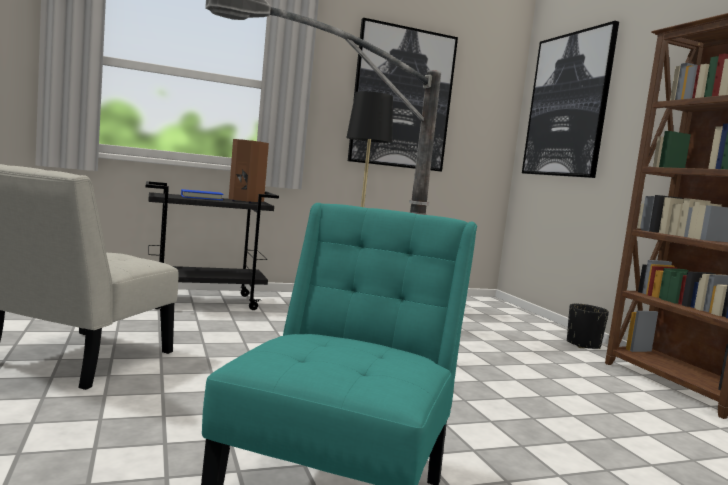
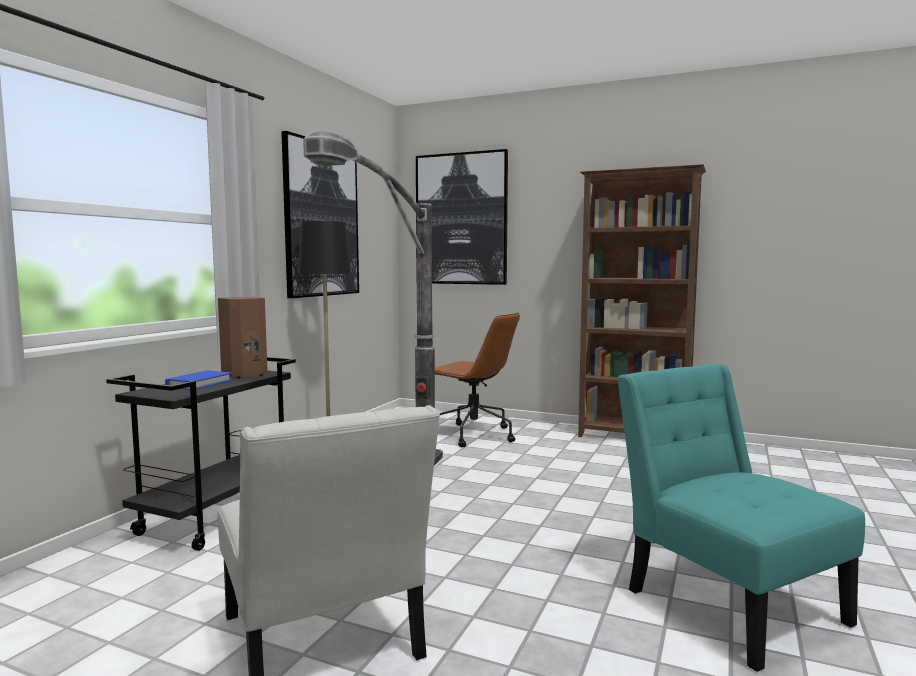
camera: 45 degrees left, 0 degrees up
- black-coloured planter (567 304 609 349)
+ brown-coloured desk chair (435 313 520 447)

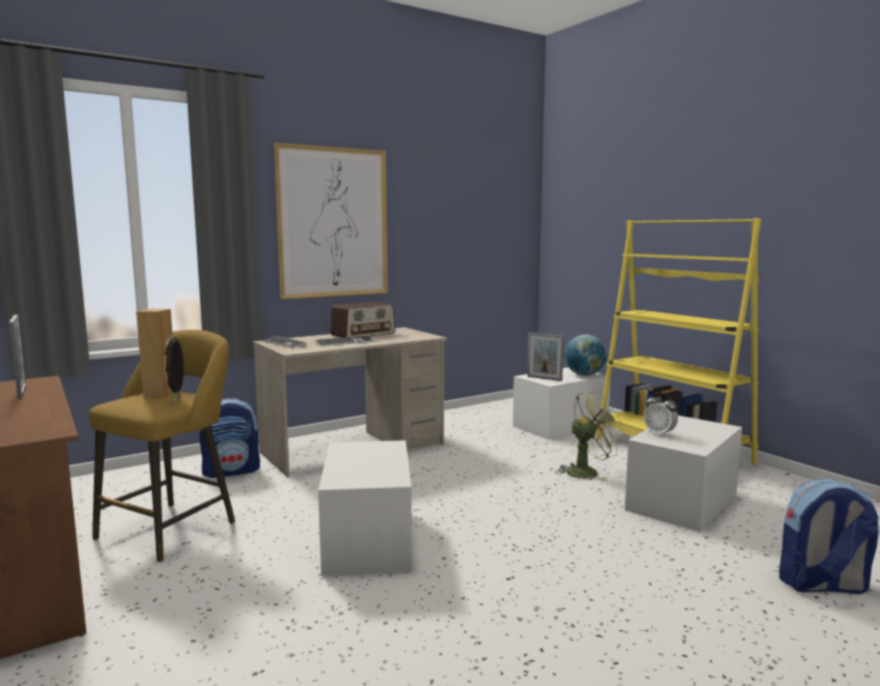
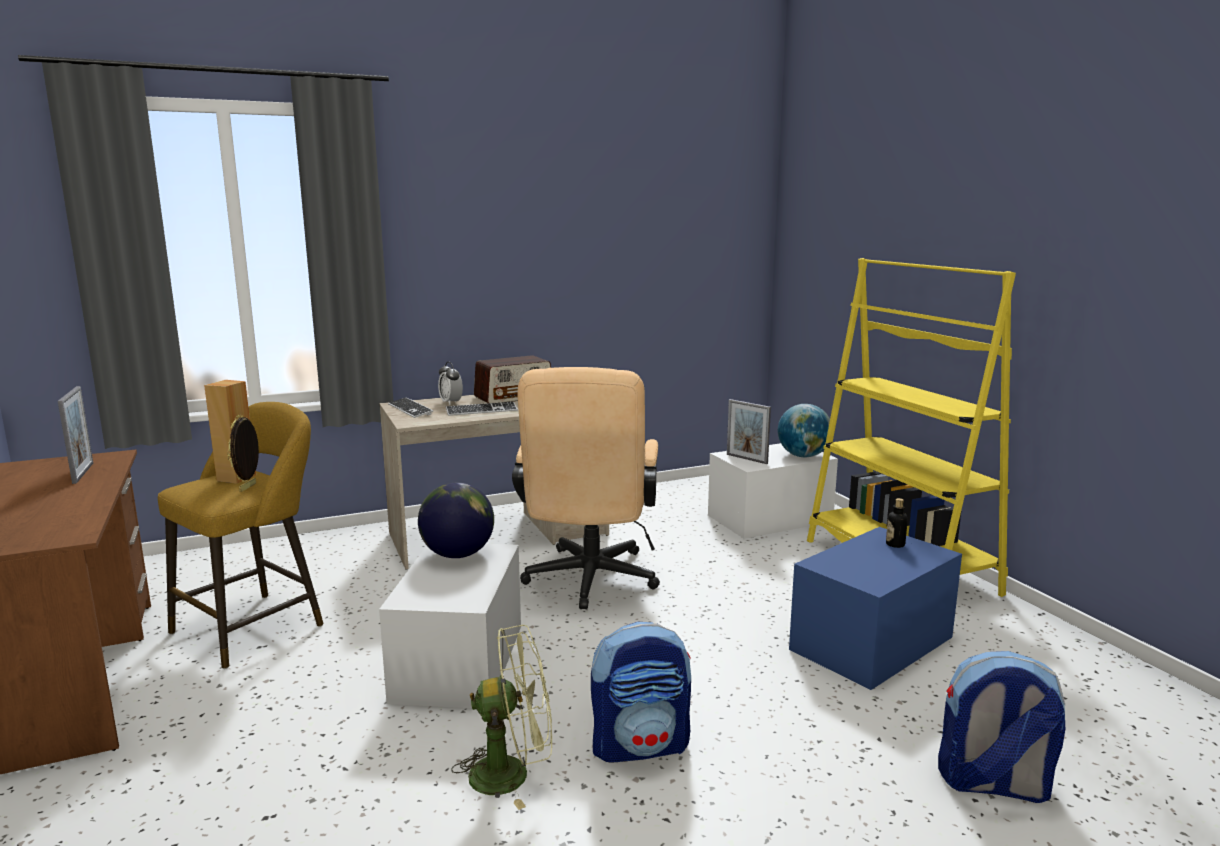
camera: 10 degrees right, 5 degrees up
~ backpack (199 398 260 478) to (591 622 691 763)
- picture (274 143 388 299)
~ green fan (555 390 623 482) to (451 625 552 810)
~ white storage bin (625 415 742 532) to blue-coloured storage bin (789 527 962 690)
~ alarm clock (644 393 678 437) to (438 362 463 405)
+ world globe (418 483 494 558)
+ beige desk chair (512 367 660 610)
+ drink bottle (886 498 908 548)

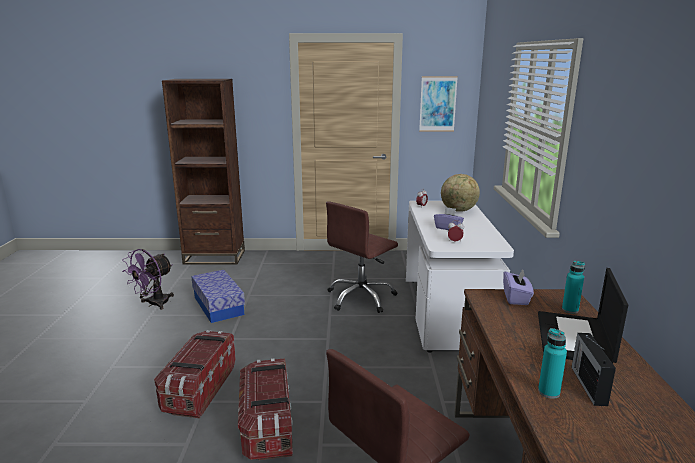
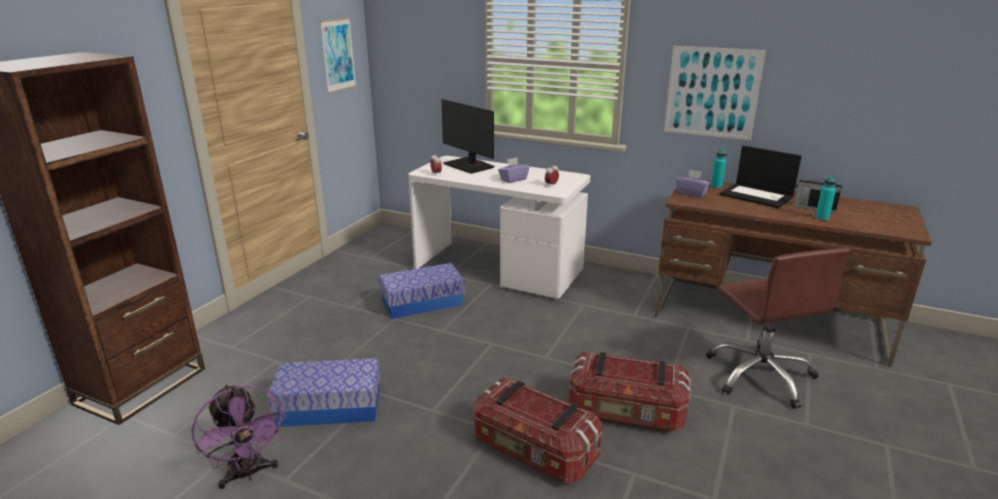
camera: 65 degrees left, 5 degrees up
~ brown-coloured desk chair (326 201 398 313) to storage bin (379 263 465 319)
~ world globe (441 174 480 212) to computer display (441 99 495 174)
+ picture (664 46 766 140)

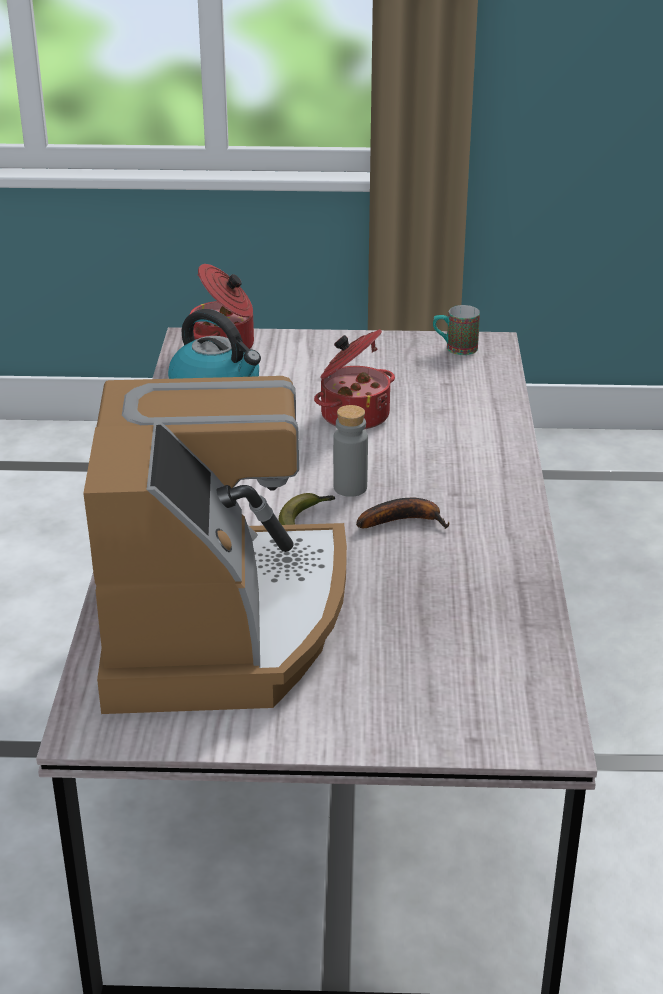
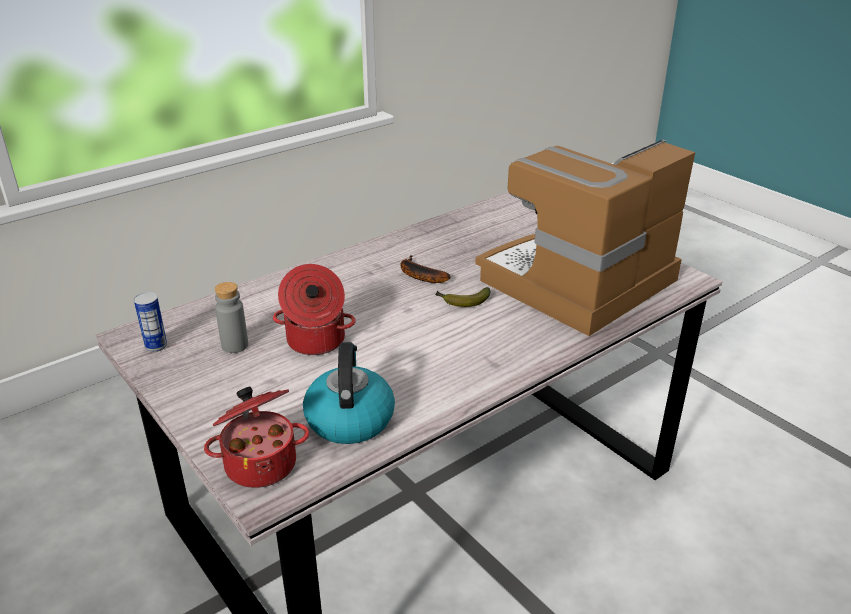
camera: 130 degrees left, 0 degrees up
~ greyish drink bottle (333 405 368 497) to (215 282 248 353)
~ mug (433 305 480 355) to metal can (134 292 167 352)

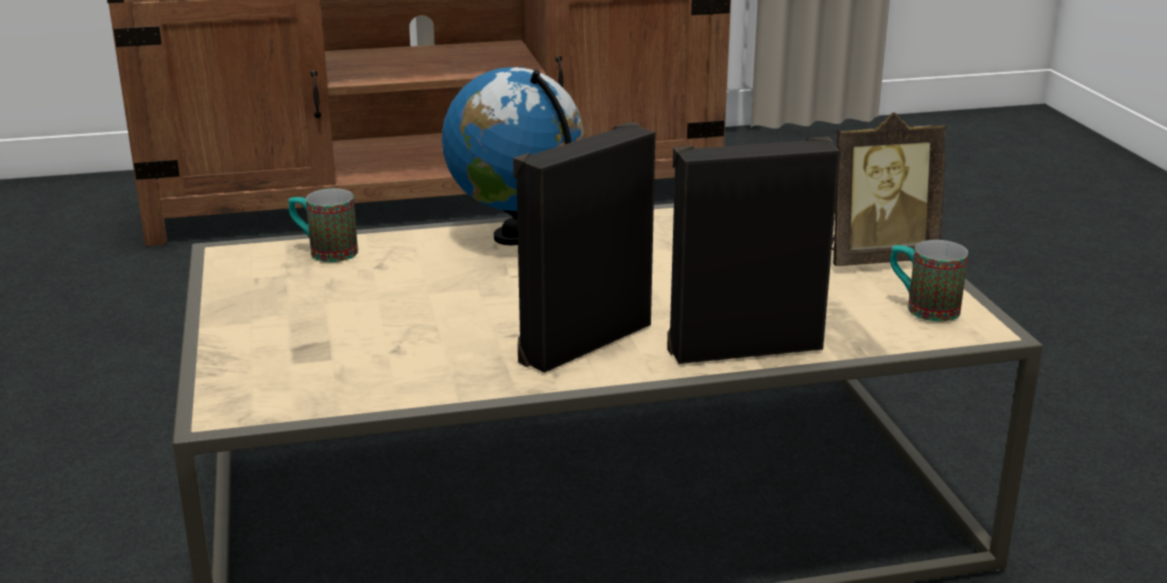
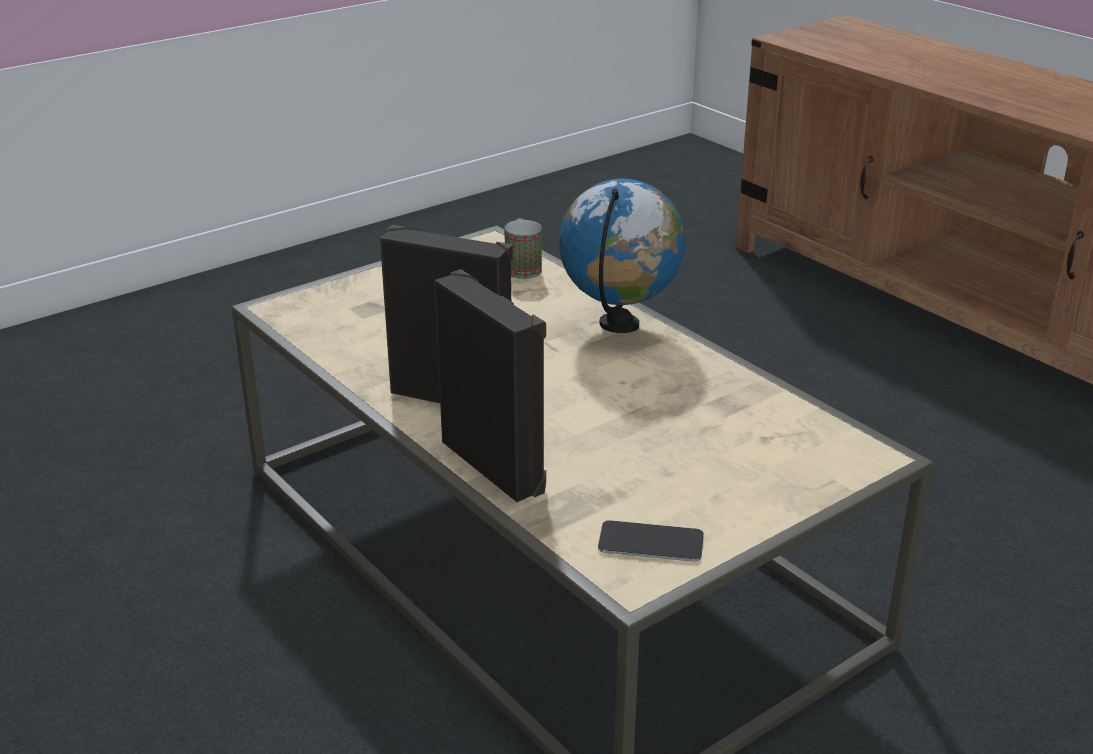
camera: 65 degrees right, 5 degrees up
- photo frame (832 112 946 266)
~ mug (890 240 968 322) to handset (598 520 704 562)

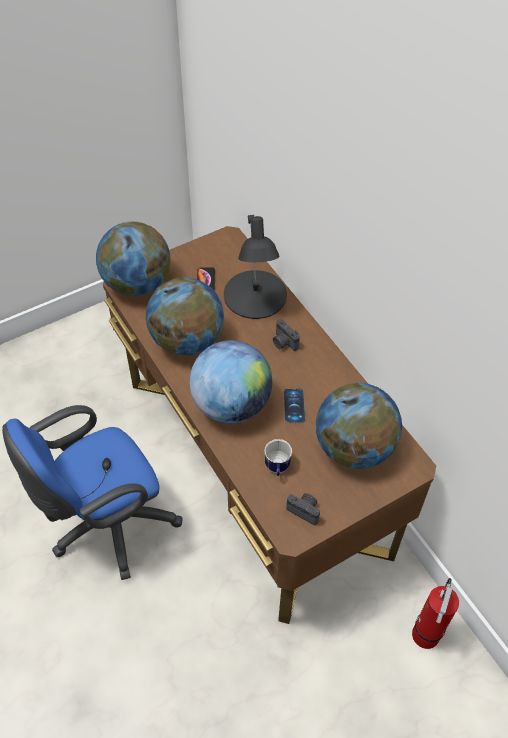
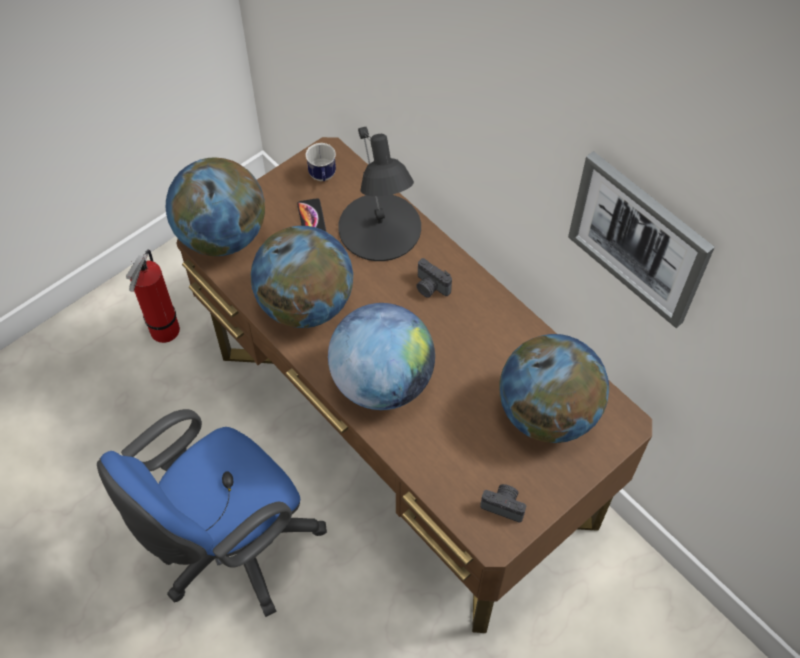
camera: 10 degrees left, 5 degrees up
~ mug (265 439 292 476) to (306 143 336 181)
- handset (284 389 305 423)
~ fire extinguisher (412 578 459 649) to (126 249 180 343)
+ picture (568 151 715 328)

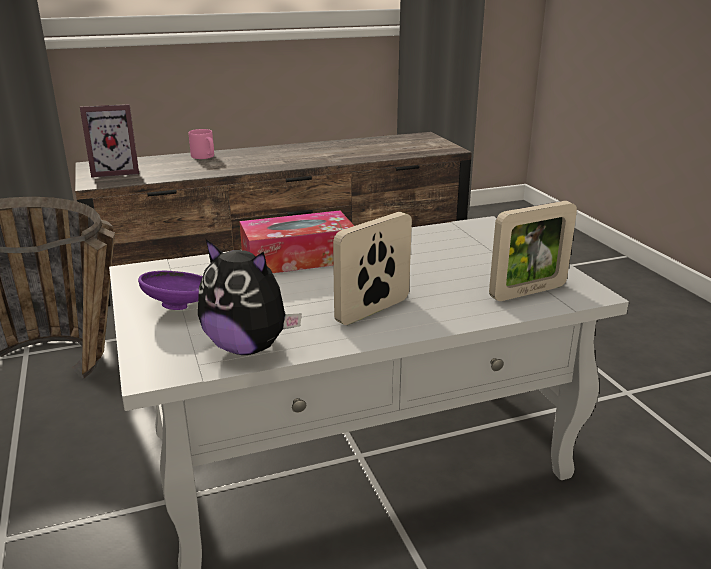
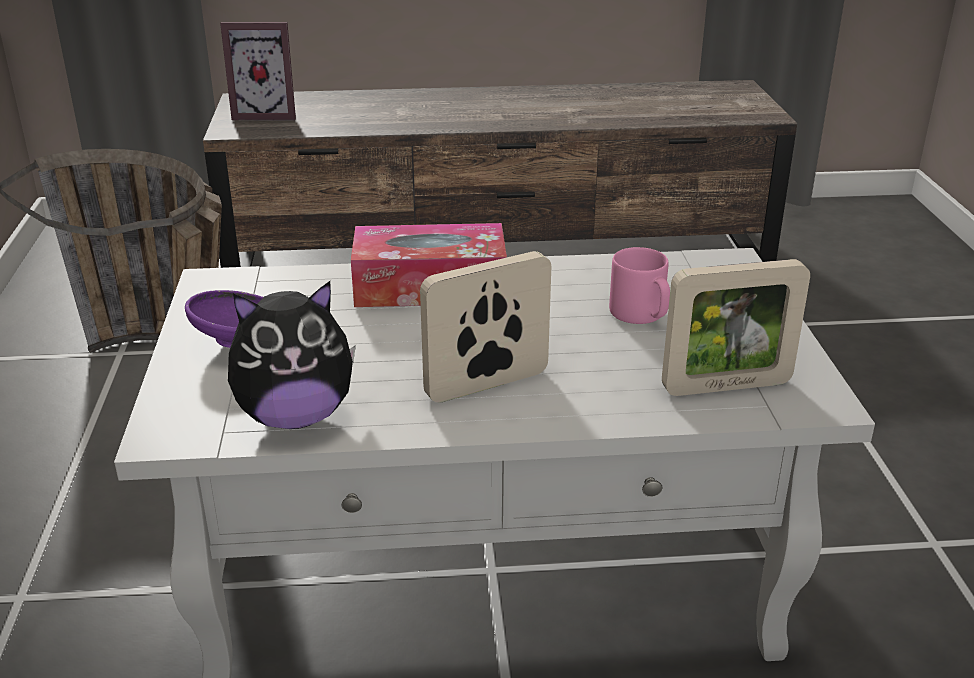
camera: 15 degrees right, 5 degrees up
~ pinkish mug (189 129 214 159) to (609 247 670 324)
~ soft toy (198 239 302 355) = (228 281 356 429) 60 degrees counterclockwise

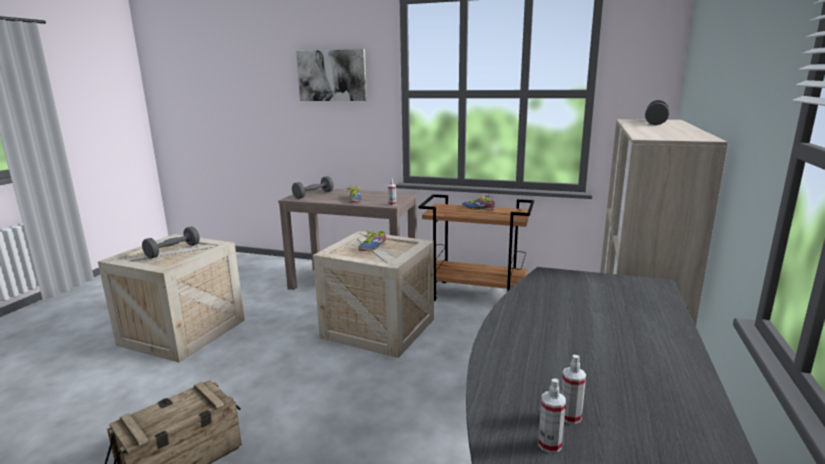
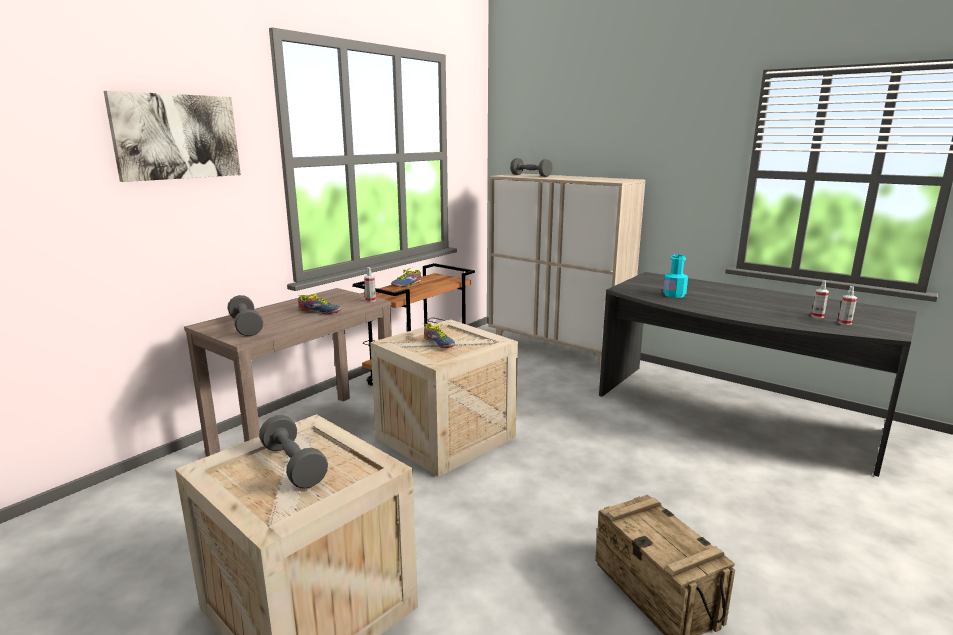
camera: 70 degrees left, 0 degrees up
+ blue-green drink bottle (663 254 688 298)

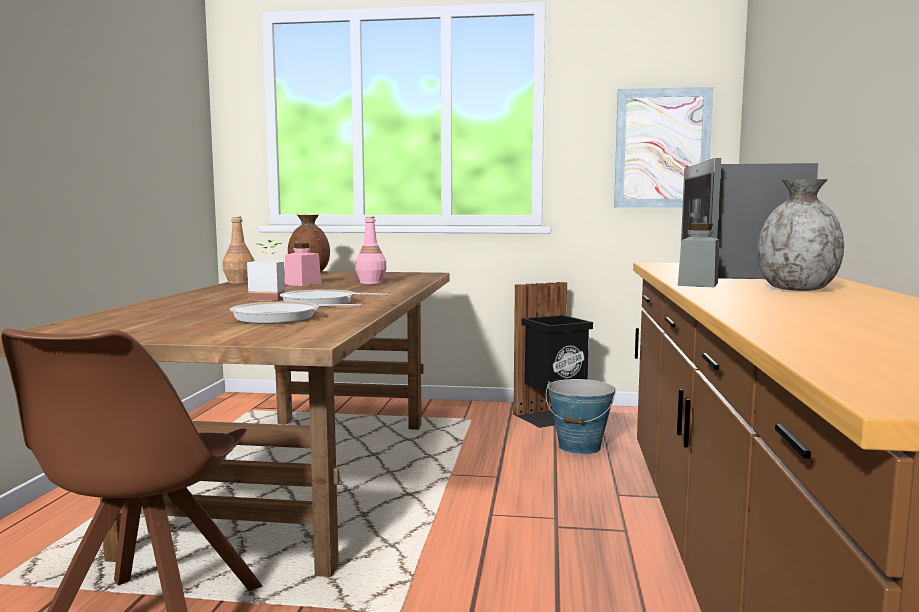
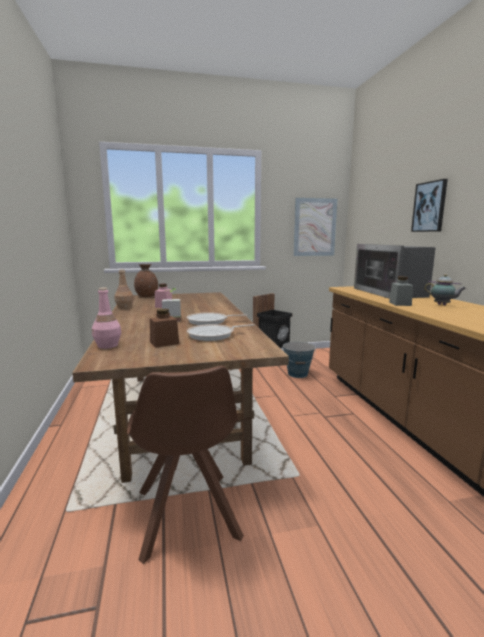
camera: 20 degrees left, 5 degrees up
~ pinkish drink bottle (355 216 387 284) to (92 287 121 349)
~ greyish vase (757 179 844 291) to tea pot (425 274 466 305)
+ brown-coloured jar (150 309 179 348)
+ picture (411 179 448 232)

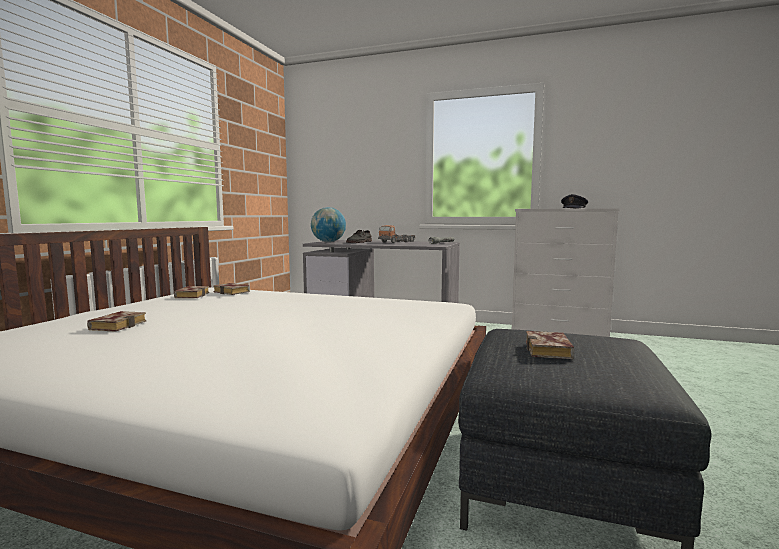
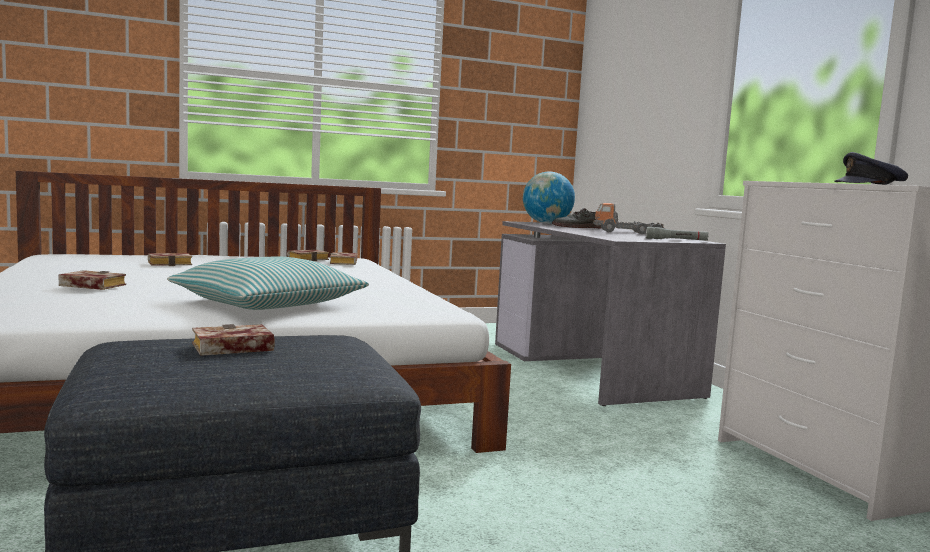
camera: 50 degrees right, 0 degrees up
+ volume (59 270 126 290)
+ pillow (167 256 369 310)

